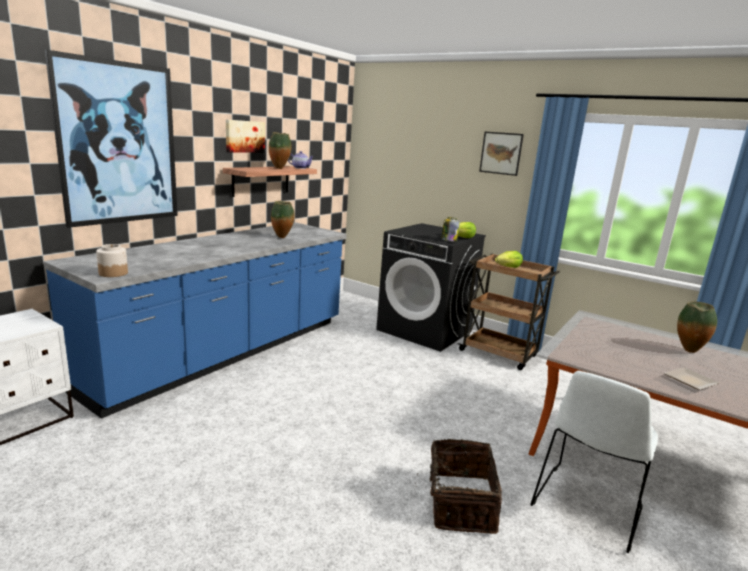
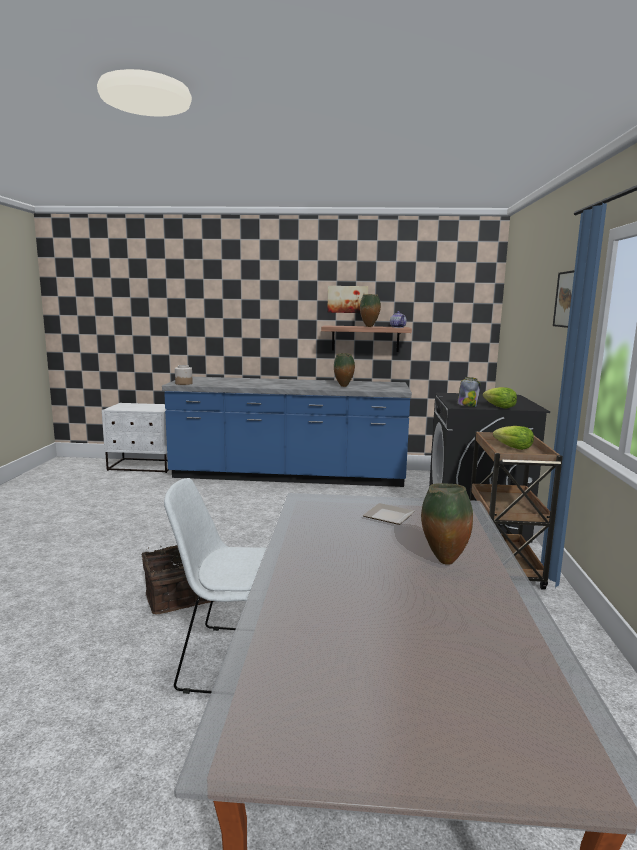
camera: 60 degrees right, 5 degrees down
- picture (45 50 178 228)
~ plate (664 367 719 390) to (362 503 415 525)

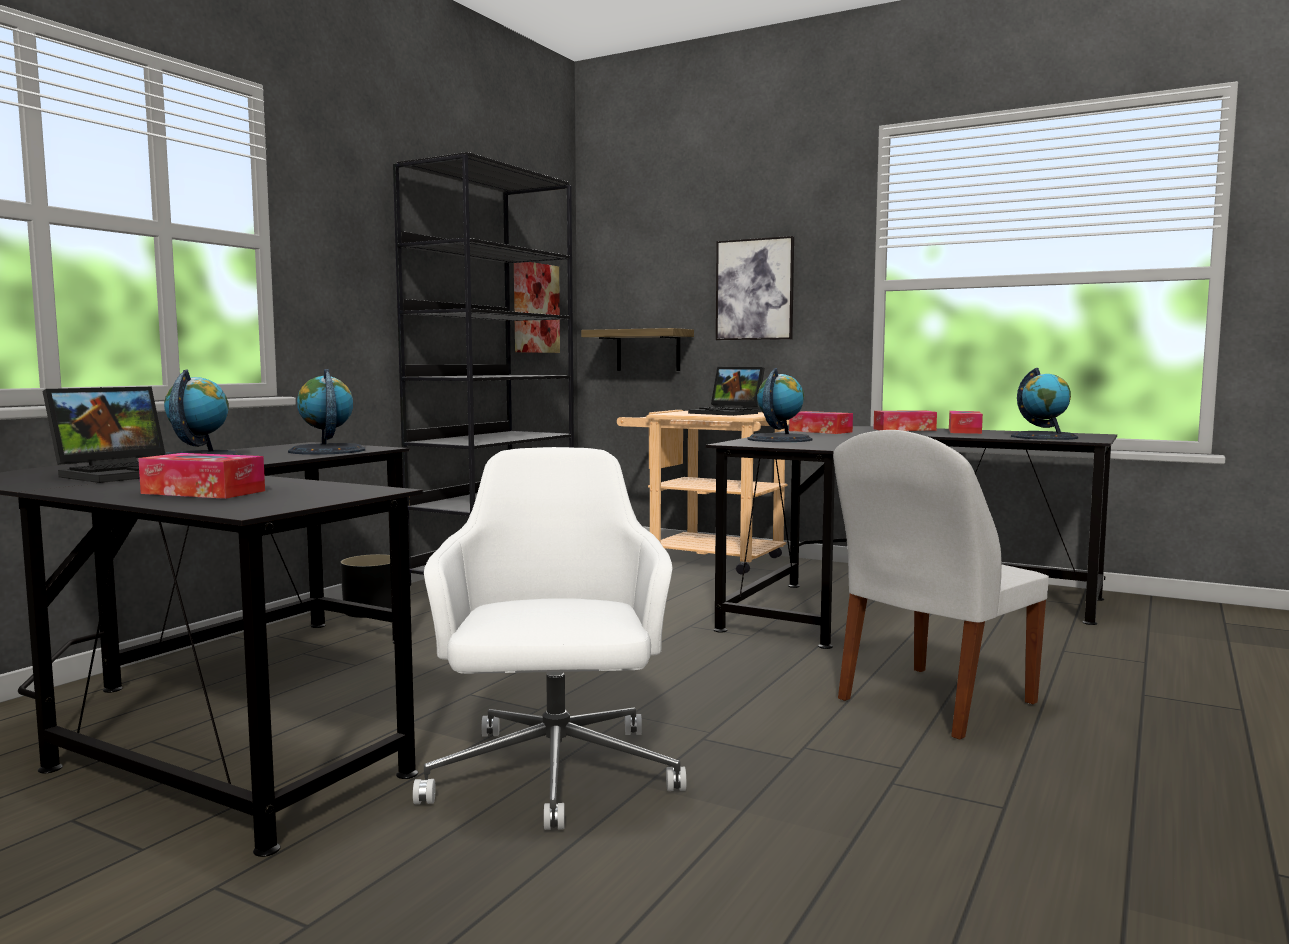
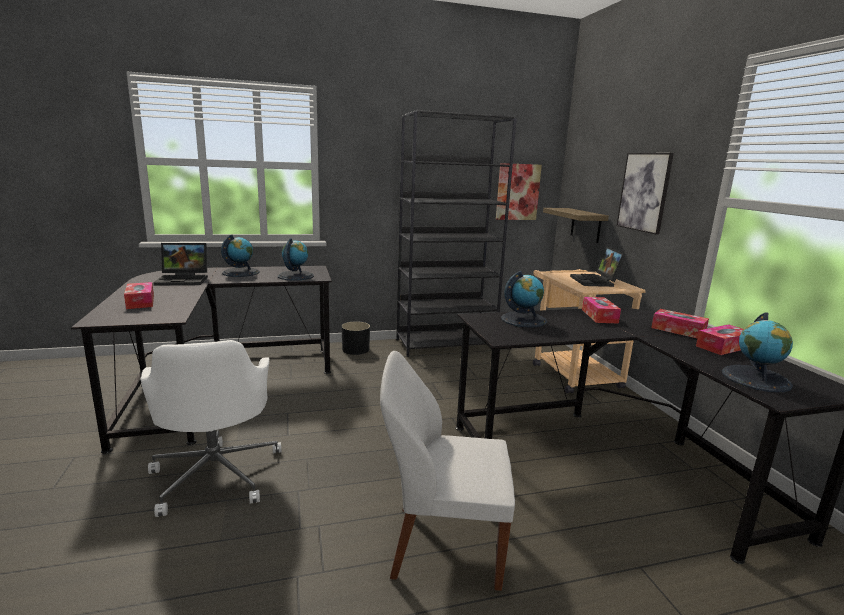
camera: 45 degrees right, 10 degrees up
~ white desk chair (413 447 686 830) = (141 340 281 517) 120 degrees clockwise

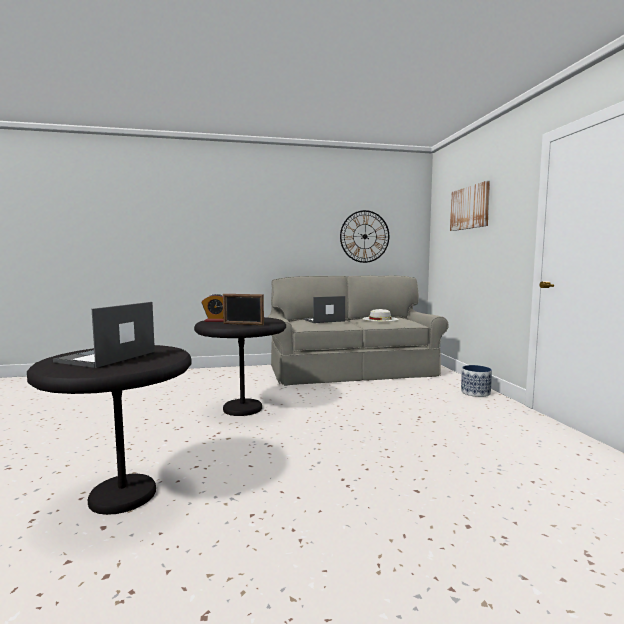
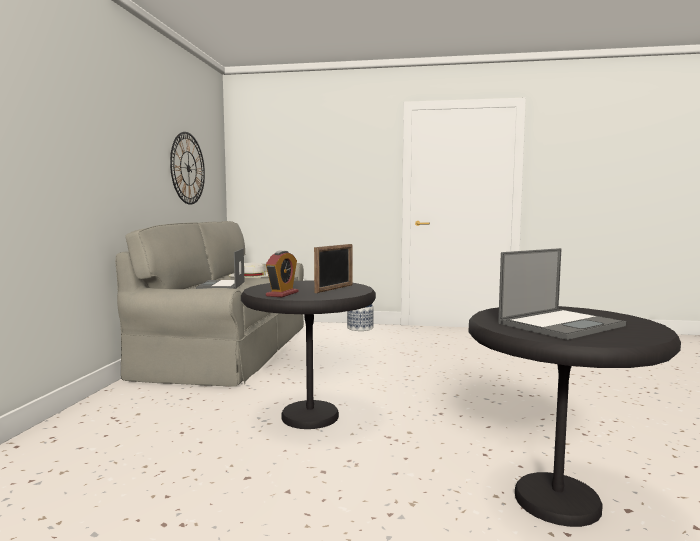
camera: 70 degrees left, 0 degrees up
~ laptop (53 302 155 368) = (498 248 626 340) 75 degrees counterclockwise
- picture (450 181 490 231)

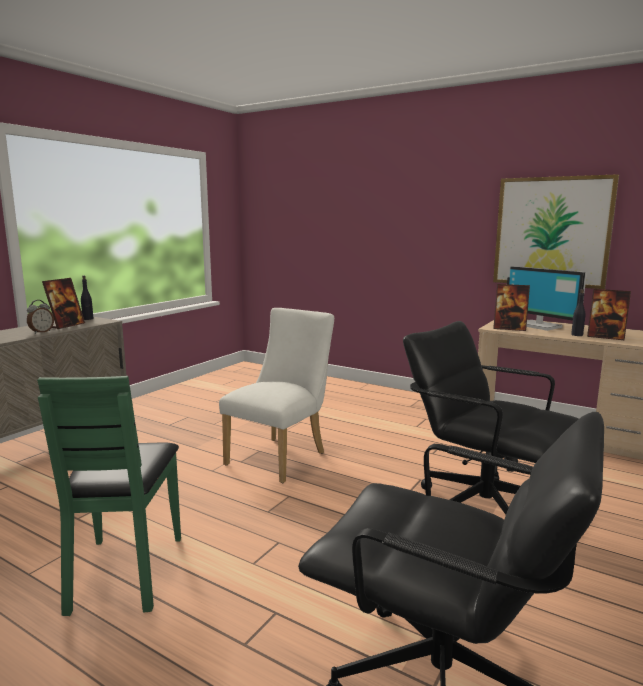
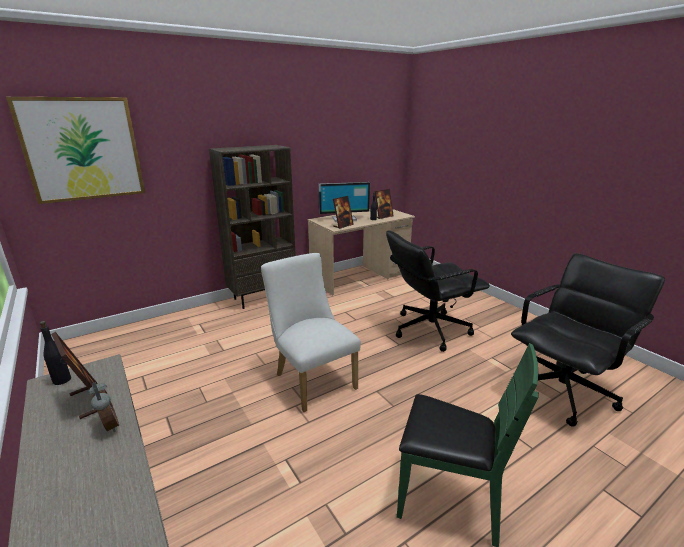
camera: 65 degrees left, 10 degrees up
~ picture (493 174 619 289) to (6 97 145 204)
+ brown-coloured bookshelf (209 145 296 309)

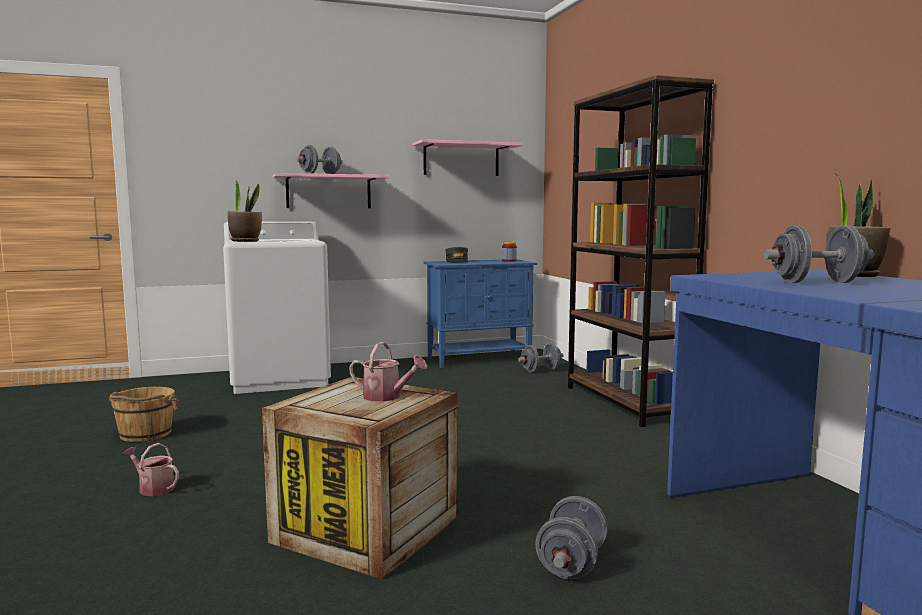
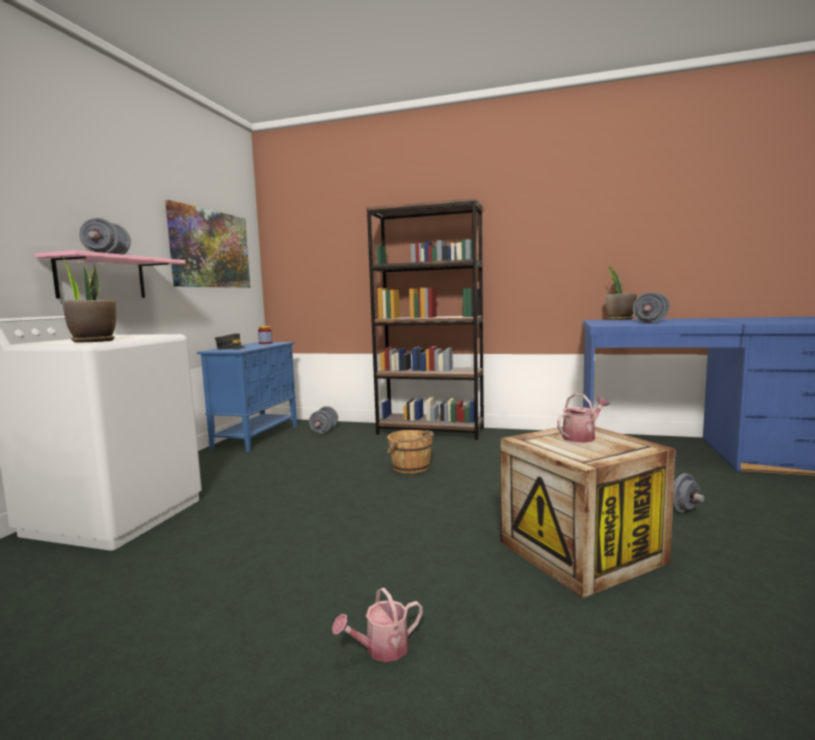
camera: 55 degrees left, 0 degrees up
~ brown-coloured bucket (109 387 179 442) to (387 430 434 474)
~ pinkish wall shelf (412 139 523 176) to picture (165 200 250 288)

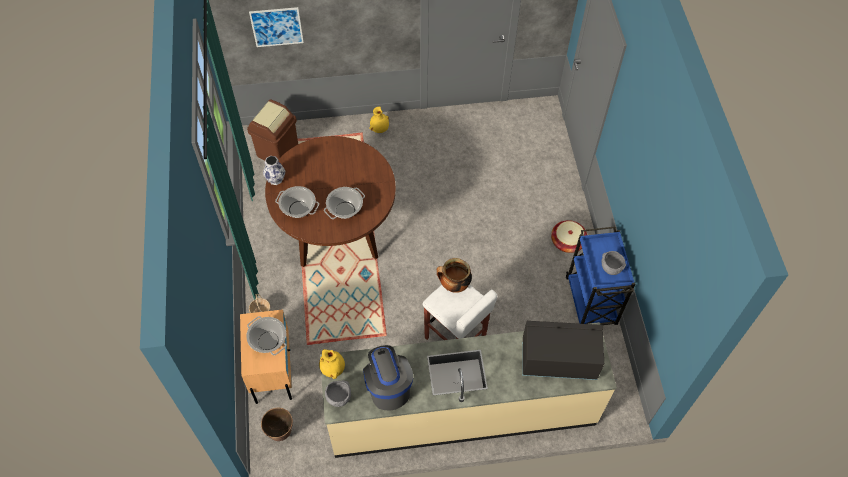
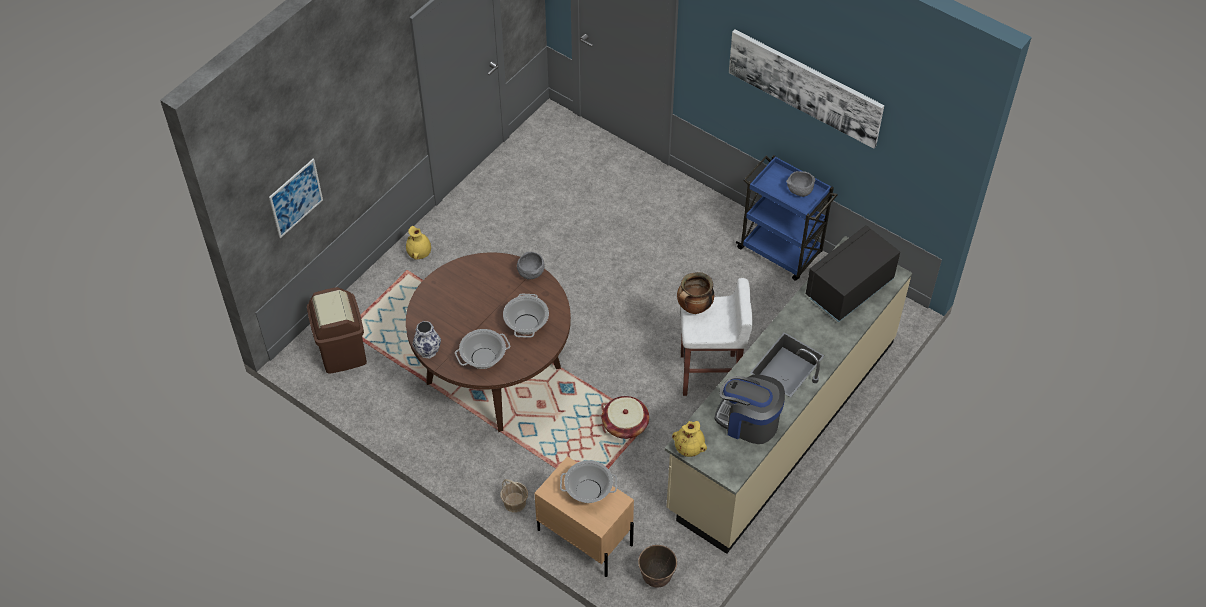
camera: 45 degrees left, 5 degrees down
~ greyish bowl (325 380 351 407) to (517 252 545 280)
~ storage basket (551 220 587 253) to (602 396 649 439)
+ picture (729 29 885 149)

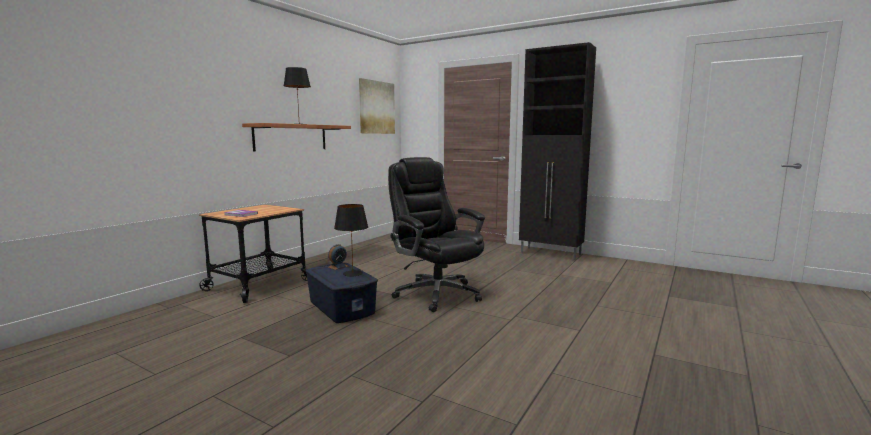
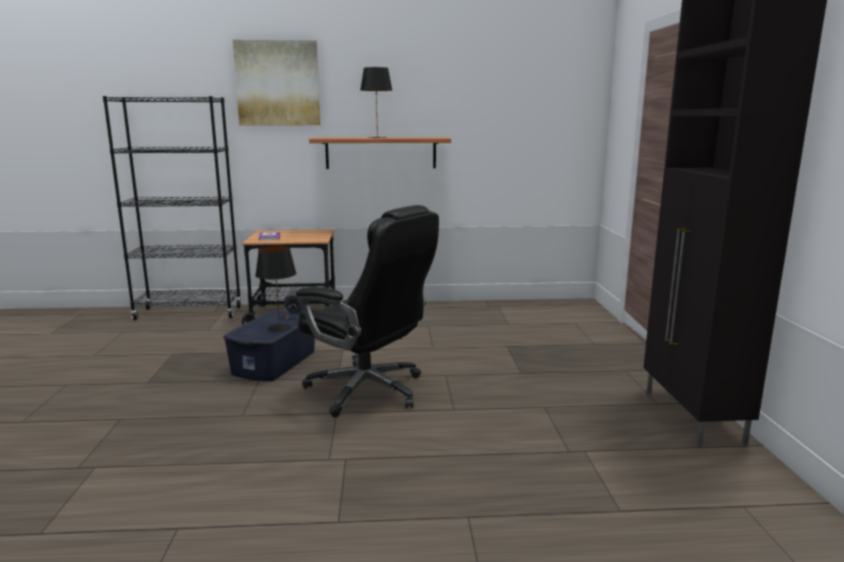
camera: 55 degrees right, 5 degrees up
~ picture (359 78 395 134) to (233 40 320 125)
~ black-coloured desk chair (388 157 485 312) = (296 205 439 417) 105 degrees clockwise
+ black-coloured bookshelf (103 96 242 320)

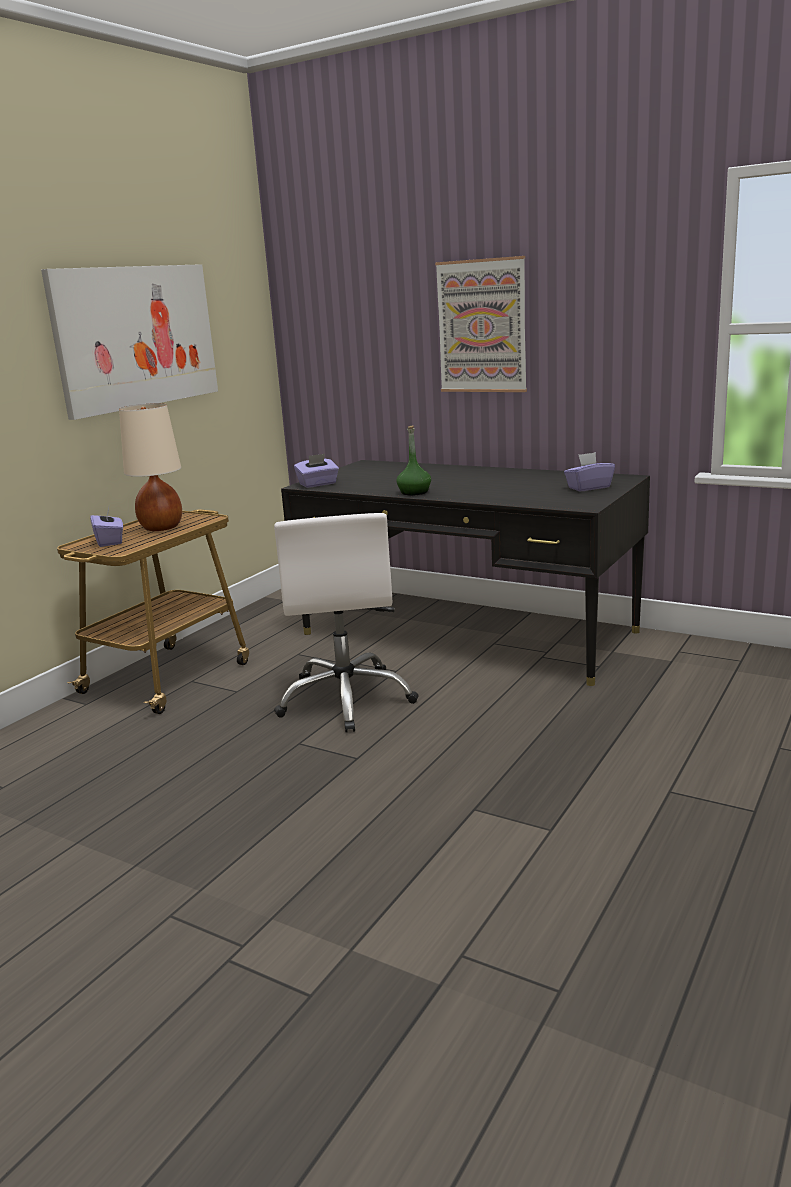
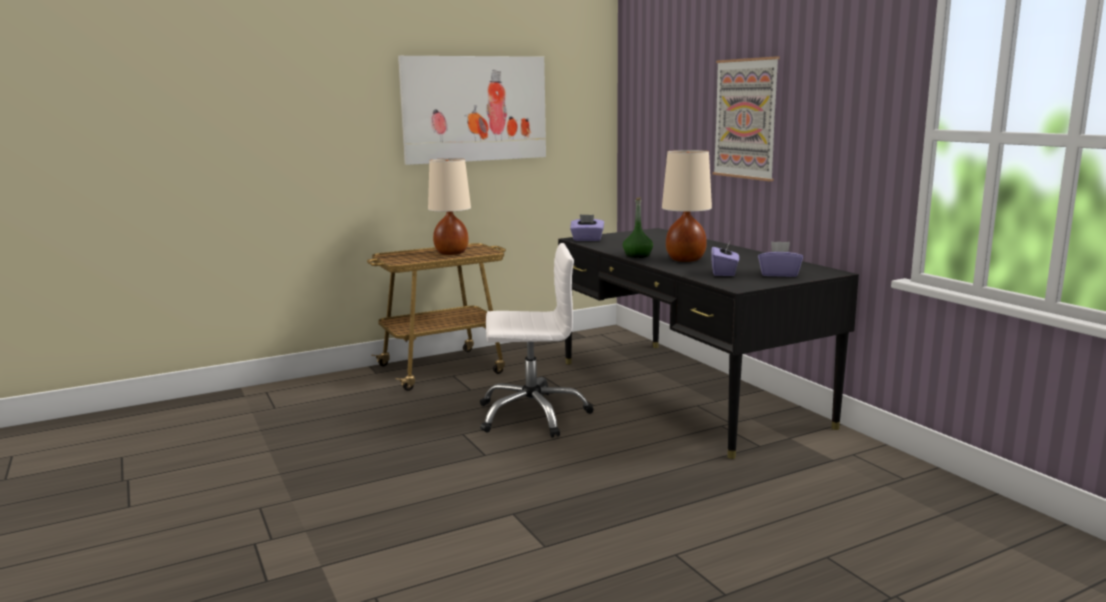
camera: 30 degrees right, 5 degrees down
~ purplish tissue box (90 508 123 547) to (711 241 739 276)
~ white desk chair (274 513 419 732) = (480 243 594 438) 120 degrees counterclockwise
+ beige tabletop lamp (662 150 712 262)

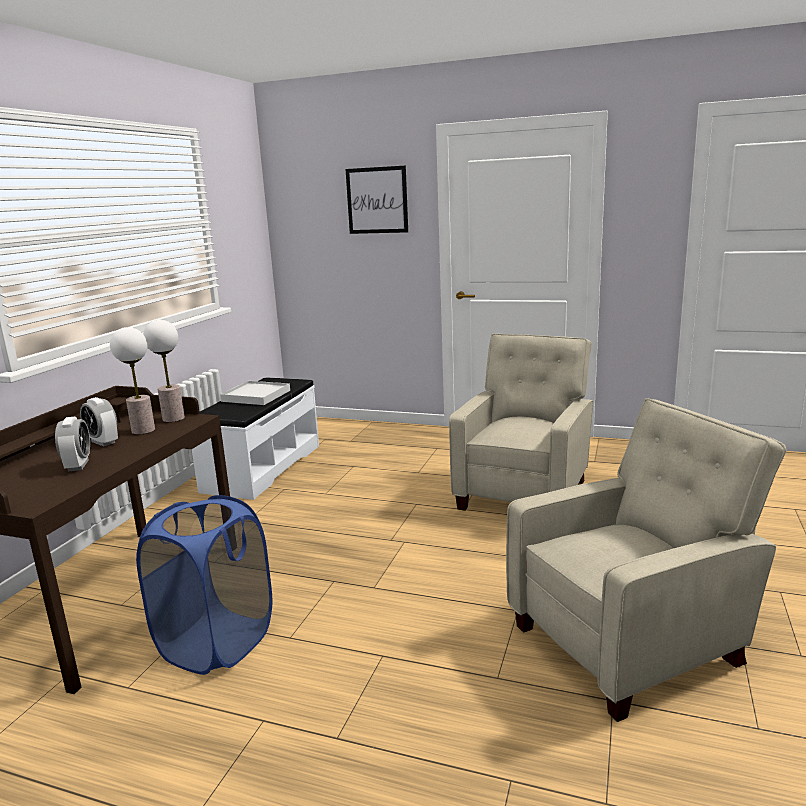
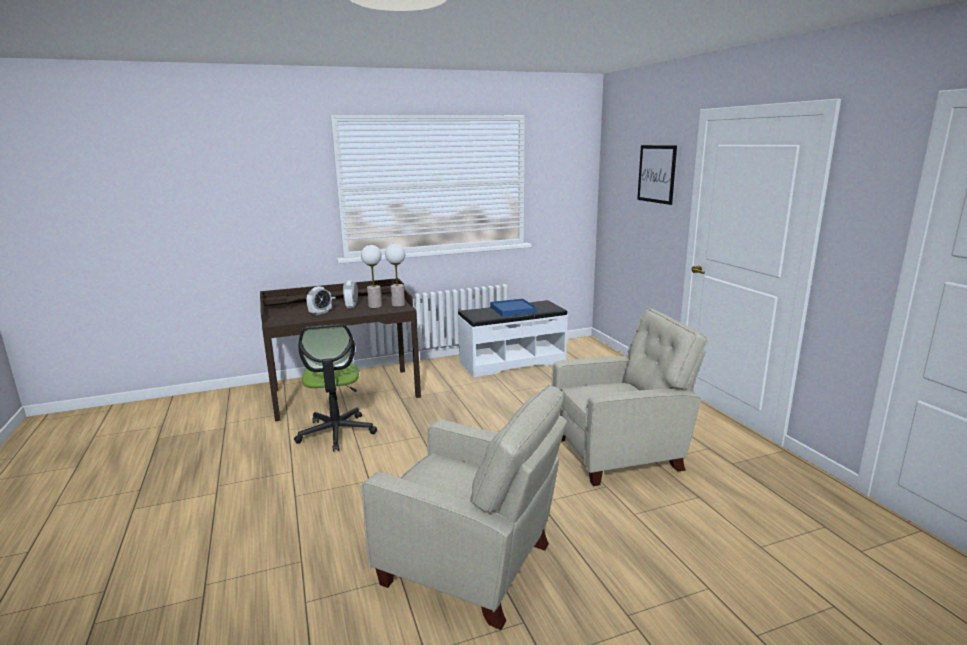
camera: 50 degrees right, 0 degrees up
~ blue-coloured laundry basket (136 495 272 675) to desk chair (294 324 377 452)
~ white serving tray (220 381 290 405) to blue-coloured serving tray (490 299 537 317)

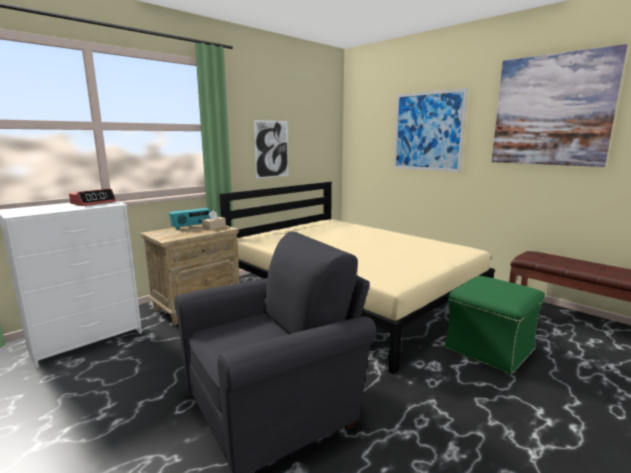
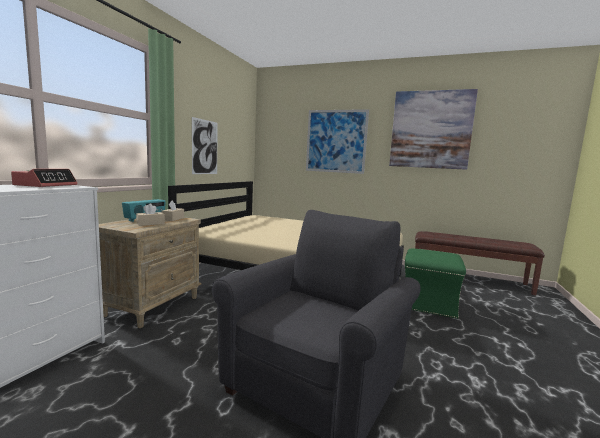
camera: 25 degrees left, 5 degrees down
+ beige tissue box (136 203 165 226)

